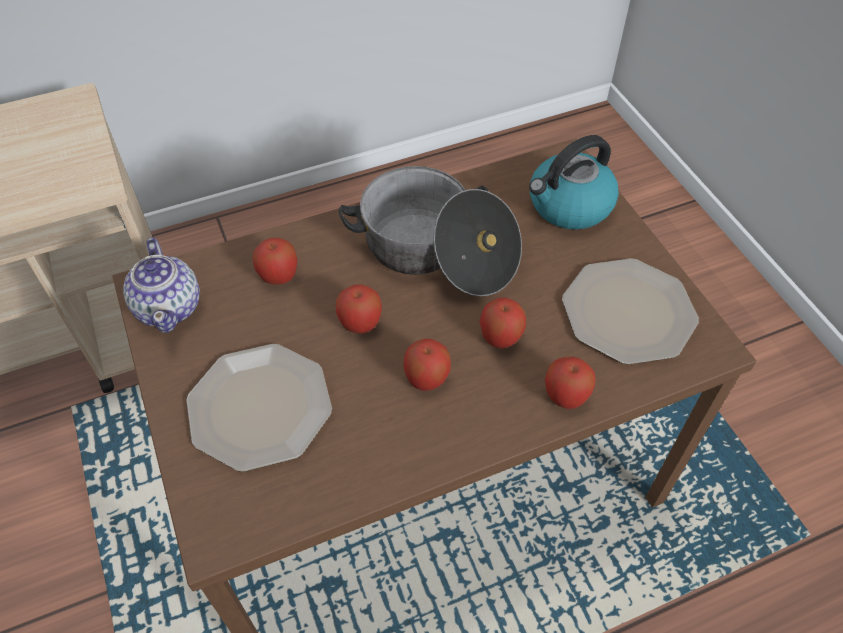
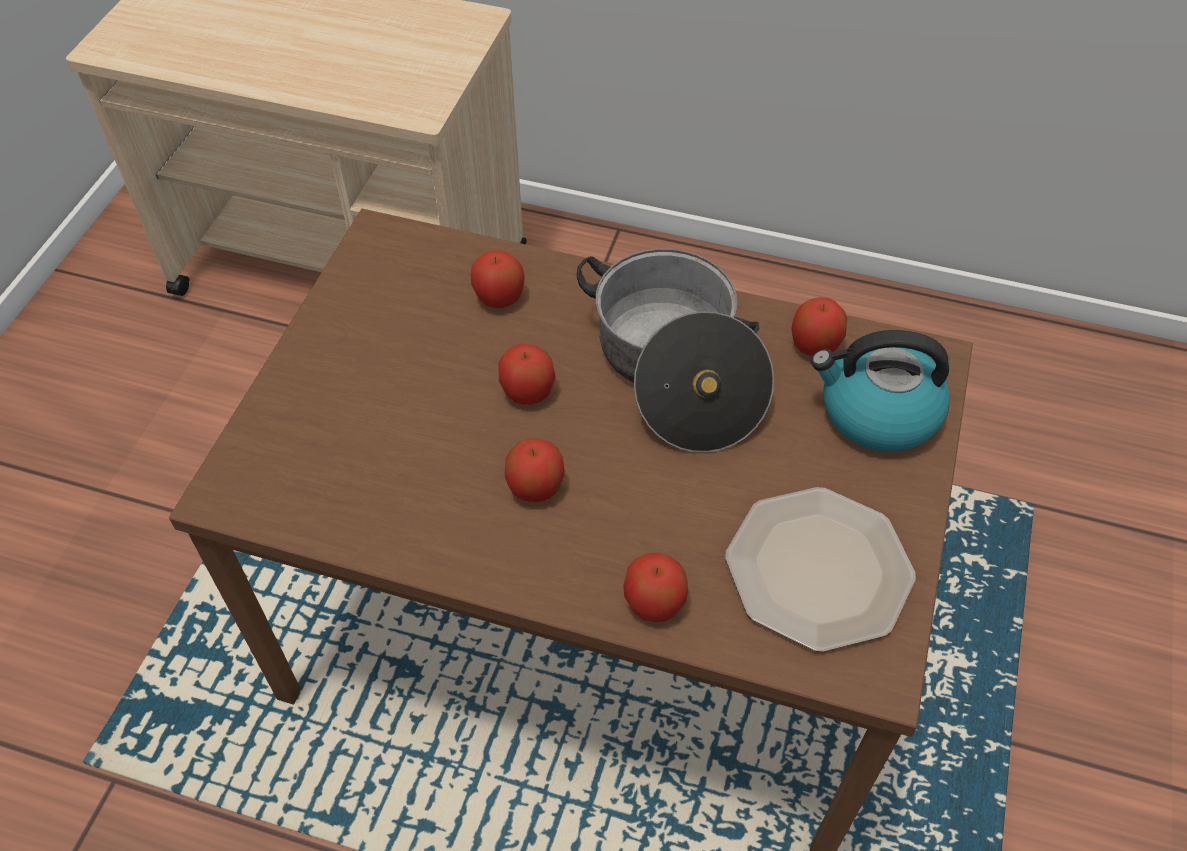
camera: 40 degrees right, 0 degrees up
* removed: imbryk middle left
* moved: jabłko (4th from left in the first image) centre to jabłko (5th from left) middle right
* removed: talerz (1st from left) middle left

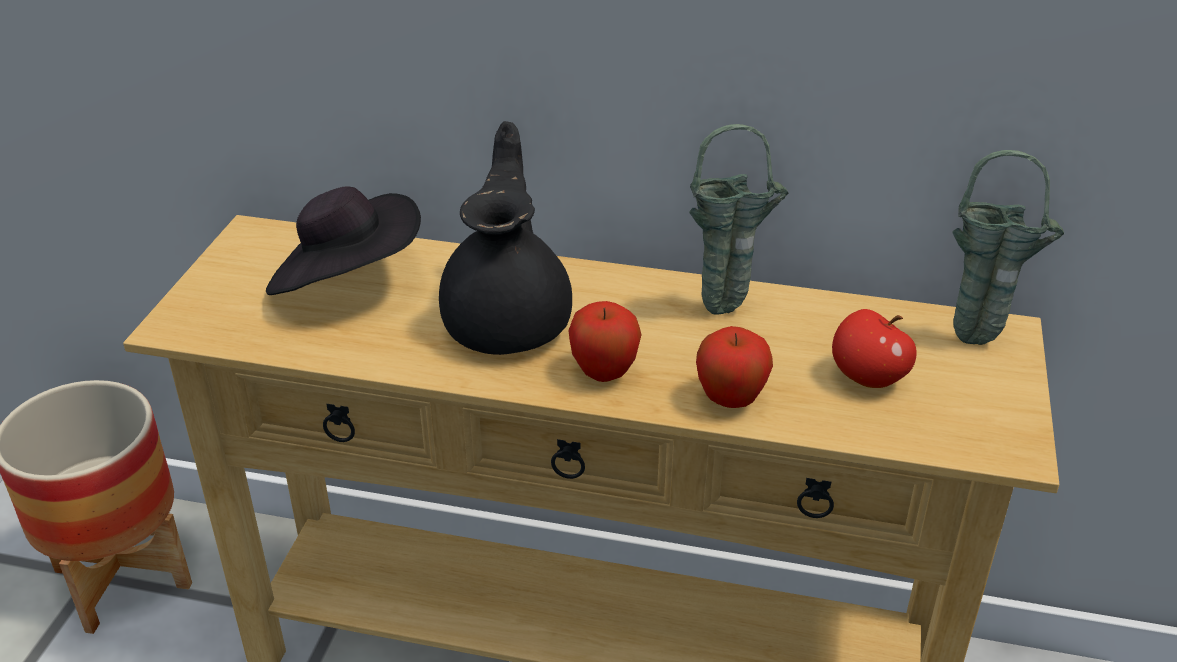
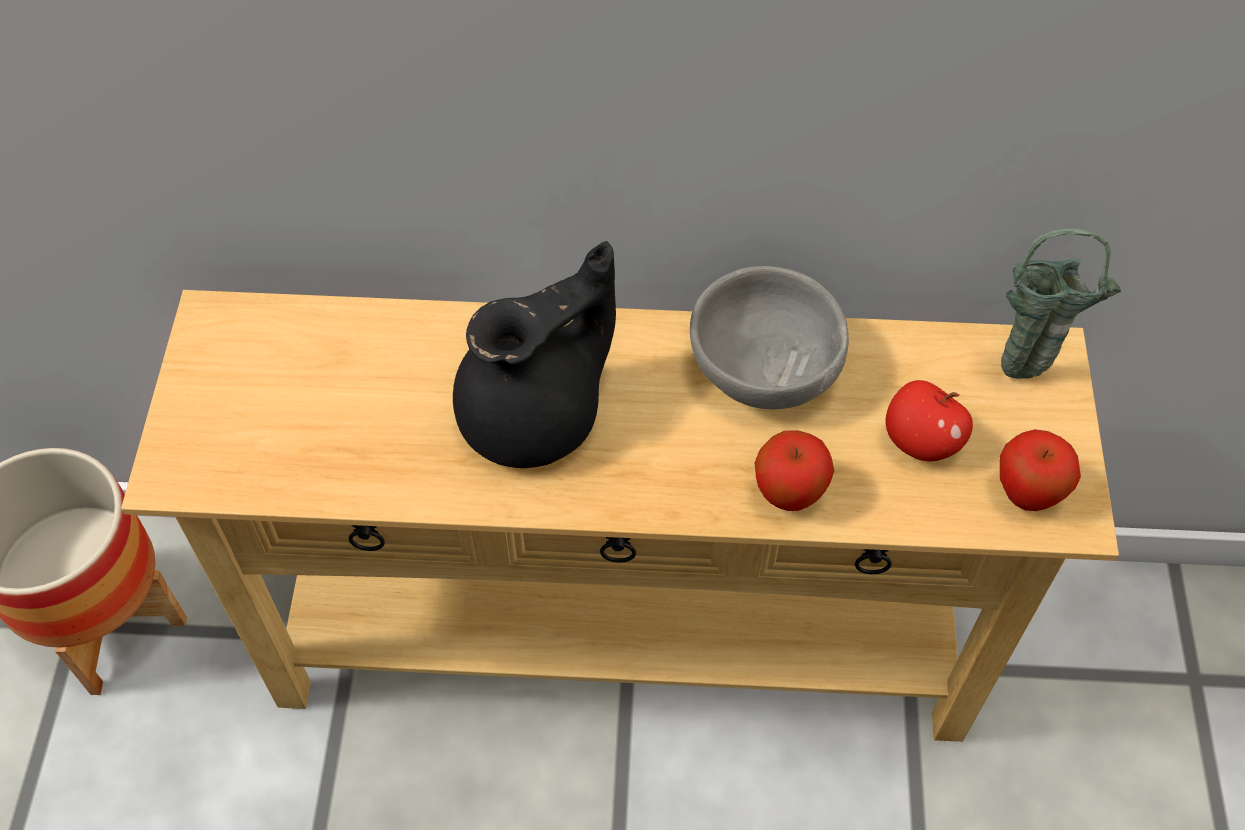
camera: 10 degrees left, 20 degrees up
* turned: imbryk [czarny] centre = centre 60 degrees clockwise
* replaced: wazon [zielony] (1st from left) top centre to miska [szary] centre
* removed: kapelusz [czarny] middle left
* moved: jabłko (1st from left in the first image) centre to jabłko (3rd from left) middle right

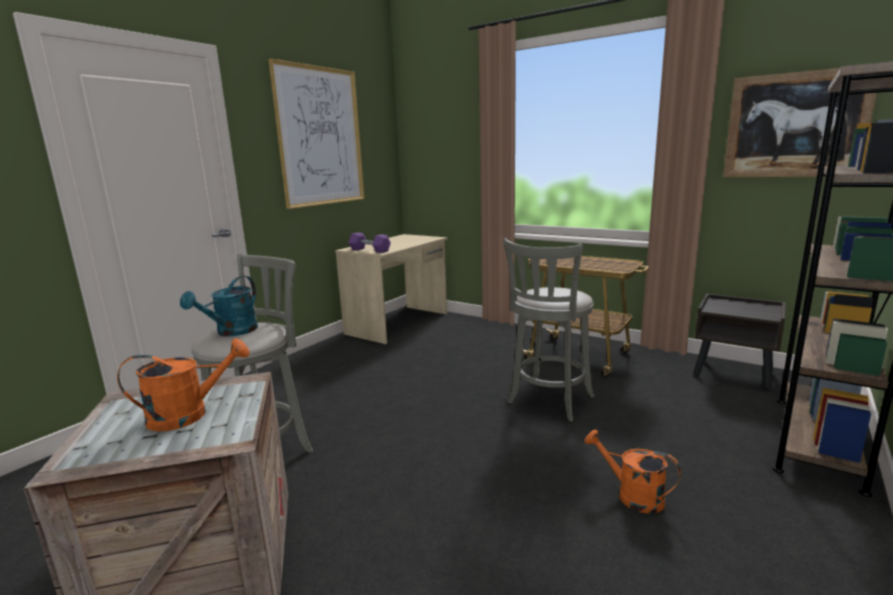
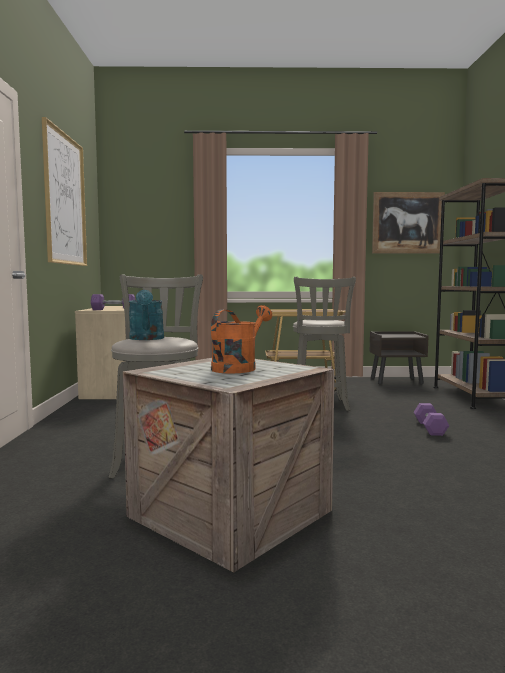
camera: 35 degrees left, 10 degrees down
* replaced: konewka [pomarańczowy] (2nd from left) bottom right to hantel [fioletowy] (2nd from left) middle right

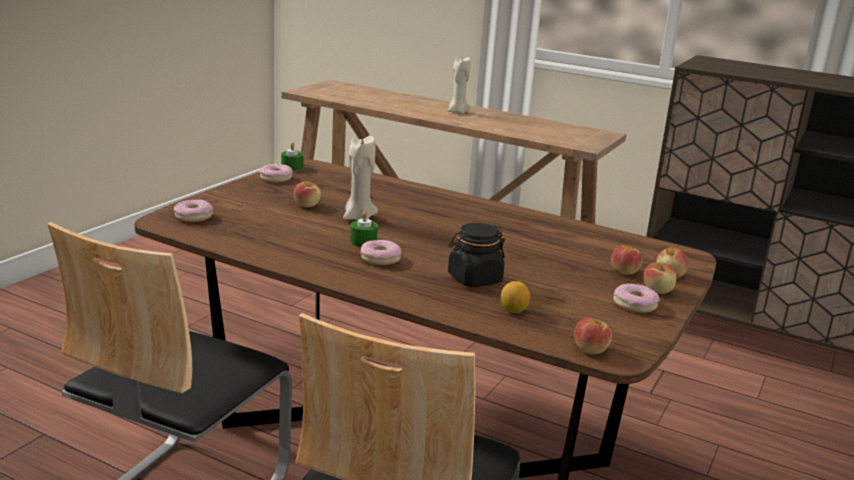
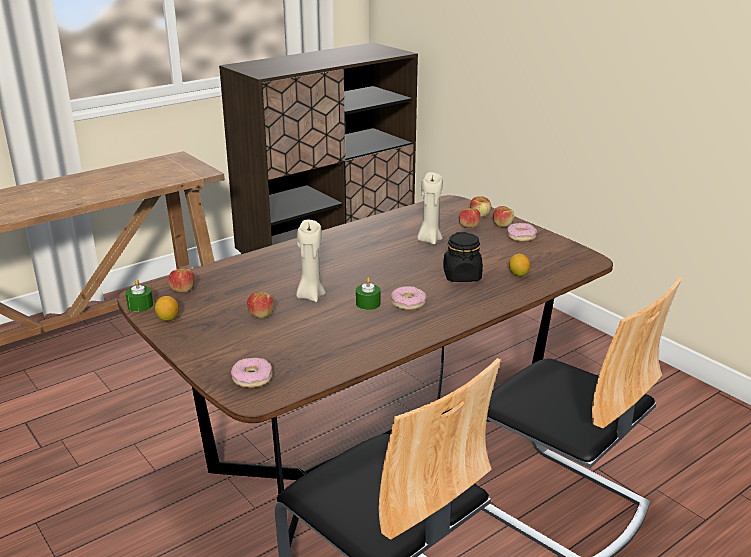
camera: 65 degrees left, 5 degrees up
* moved: świeca [beżowy] (2nd from left) top centre to centre
* replaced: donut (2nd from left) middle left to cytryna (1st from left) middle left
* moved: jabłko (2nd from left in the first image) bottom right to jabłko (1st from left) middle left

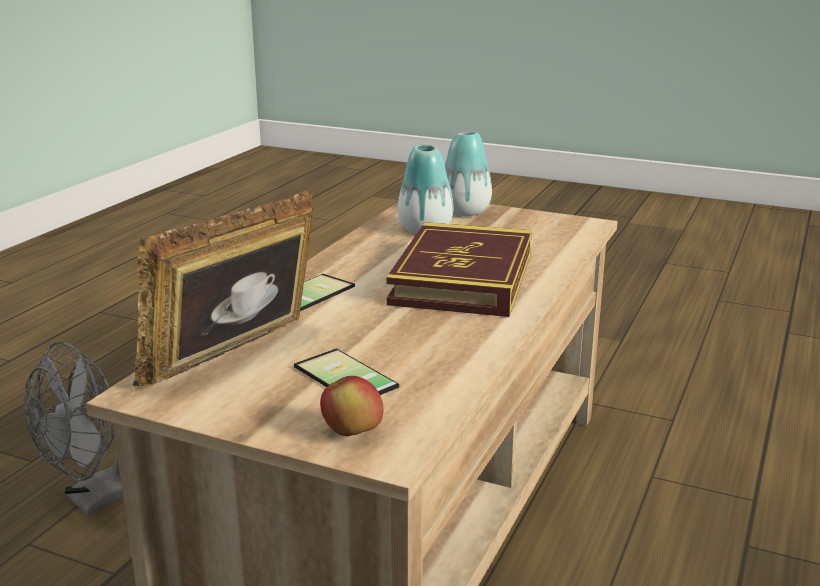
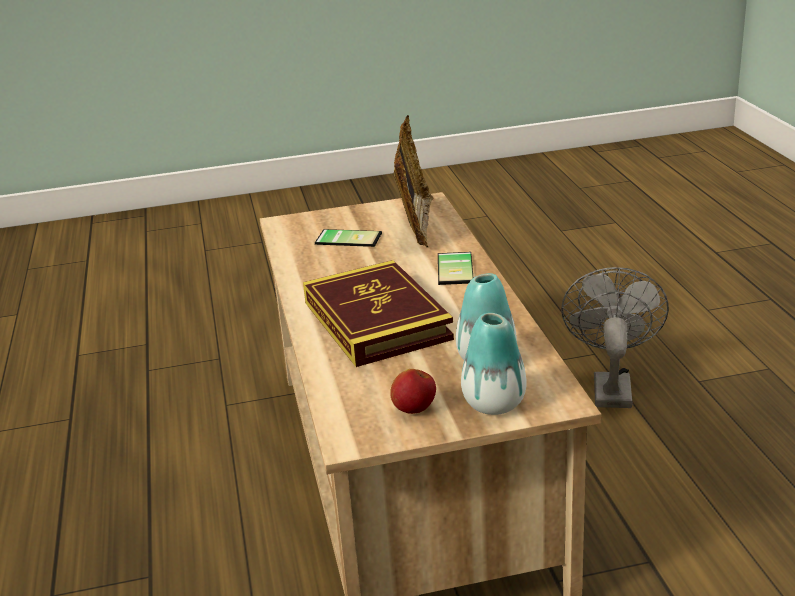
camera: 145 degrees right, 5 degrees up
* moved: jabłko bottom centre to centre

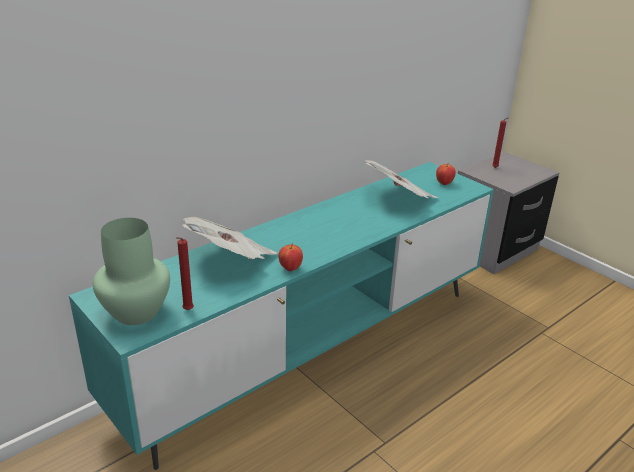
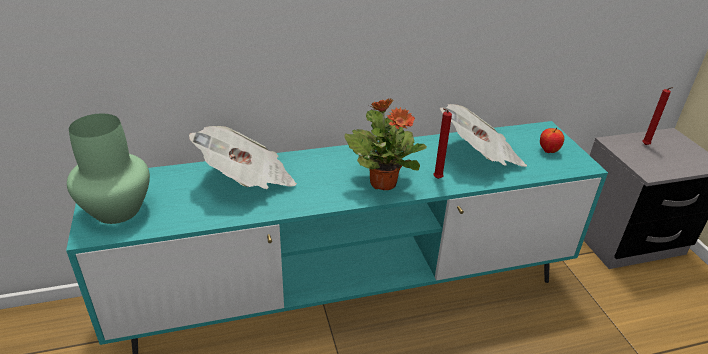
camera: 25 degrees right, 5 degrees up
* moved: świeca [czerwony] (1st from left) middle left to centre
* removed: jabłko (1st from left) centre
* added: roślina doniczkowa centre

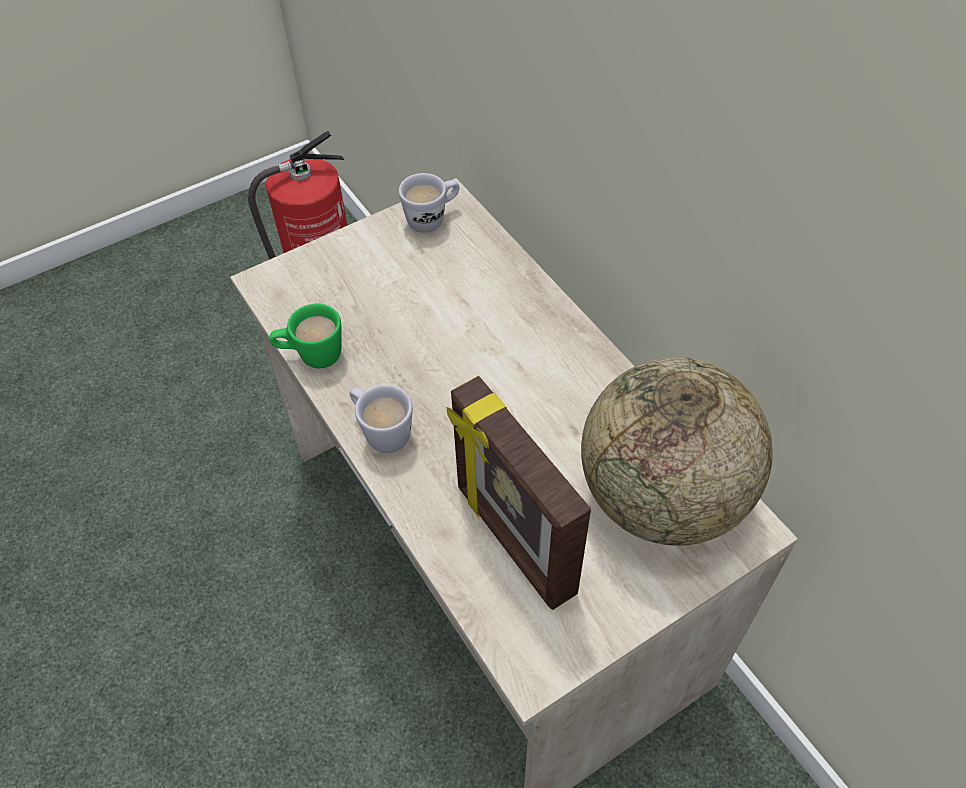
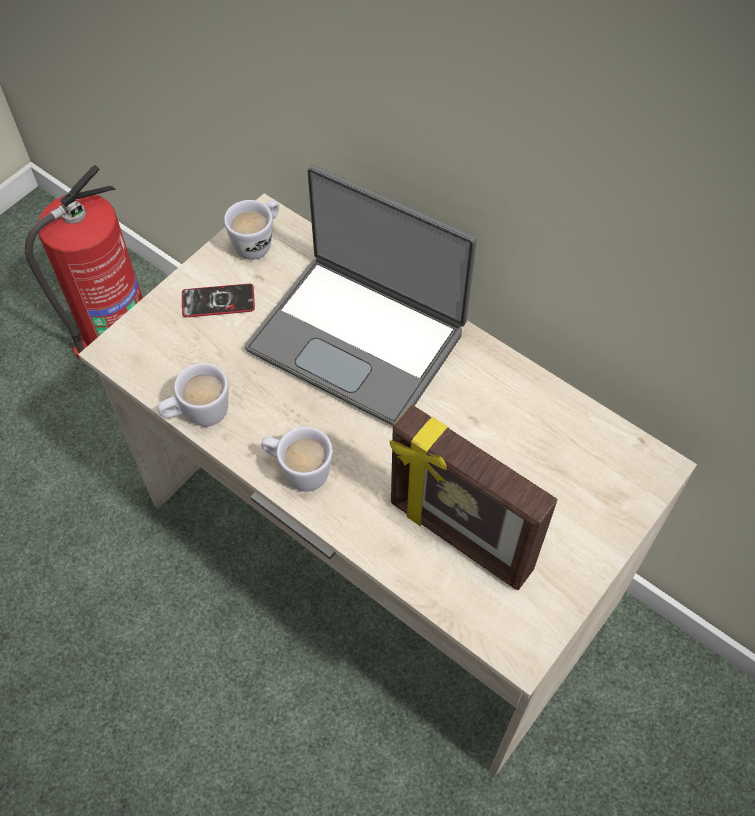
camera: 20 degrees left, 5 degrees up
* recoloured: kubek [zielony] middle left to kubek [biały] (1st from left) middle left
* removed: globus middle right
* added: laptop centre
* added: telefon middle left

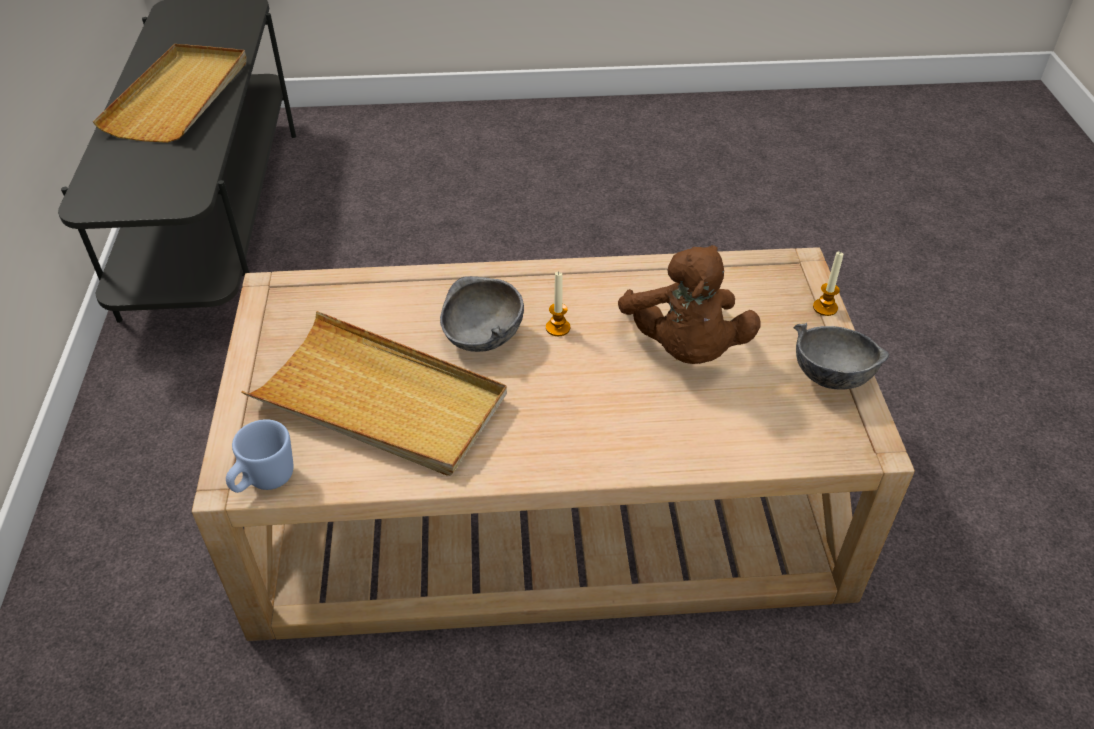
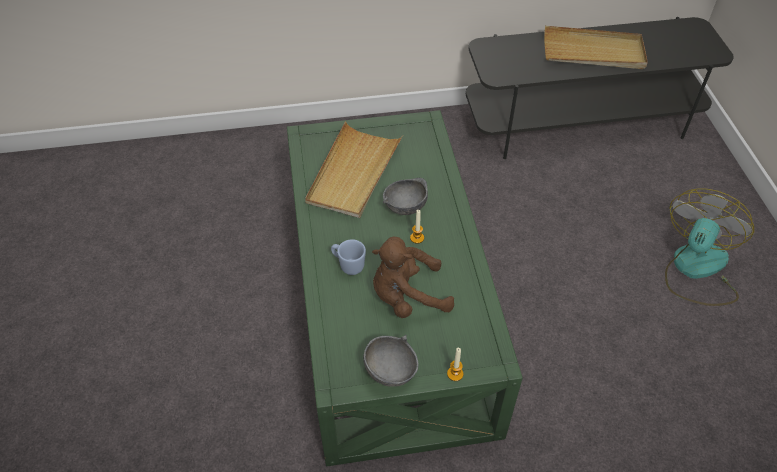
camera: 85 degrees right, 5 degrees up
* recoloured: ława [beżowy] centre to ława [zielony] centre
* moved: kubek [niebieski] middle left to centre
* added: wentylator middle right

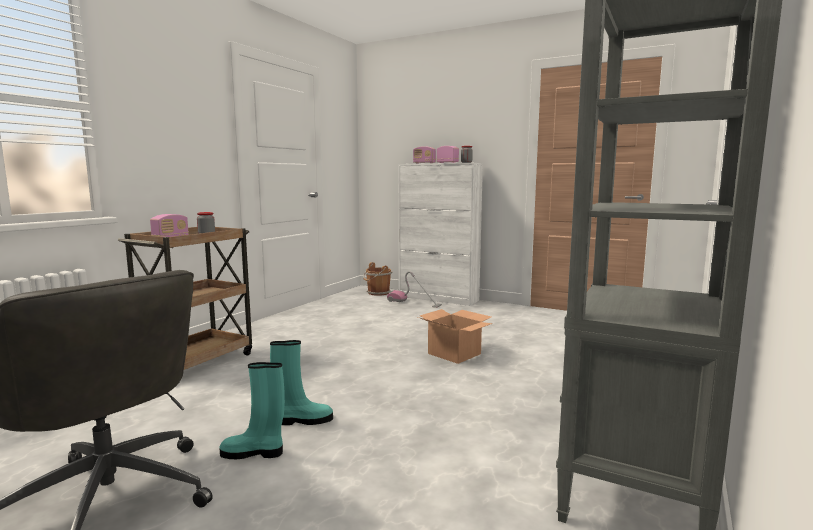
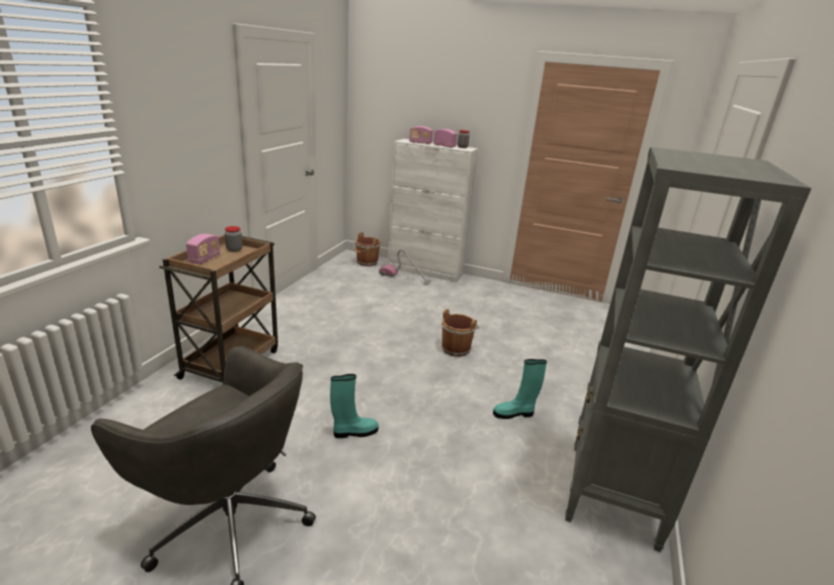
camera: 10 degrees left, 15 degrees up
* replaced: karton centre to wiadro [brązowy] (2nd from left) centre
* moved: but z cholewką [turkusowy] (1st from left in the first image) bottom left to but z cholewką [turkusowy] (2nd from left) centre

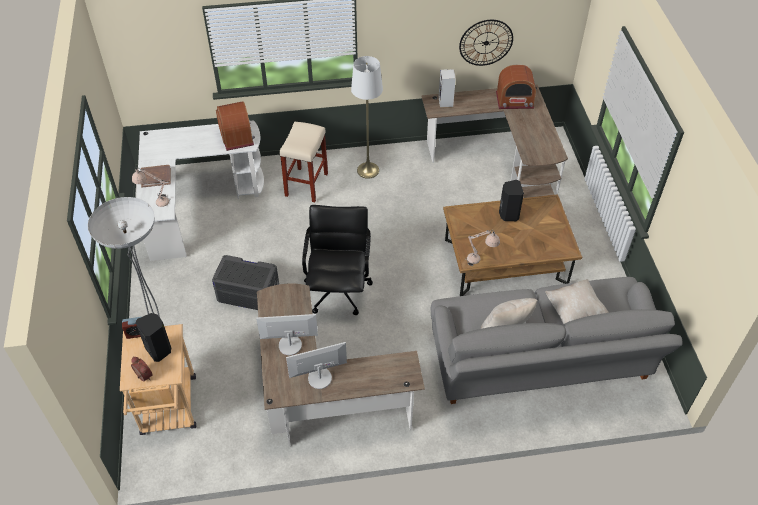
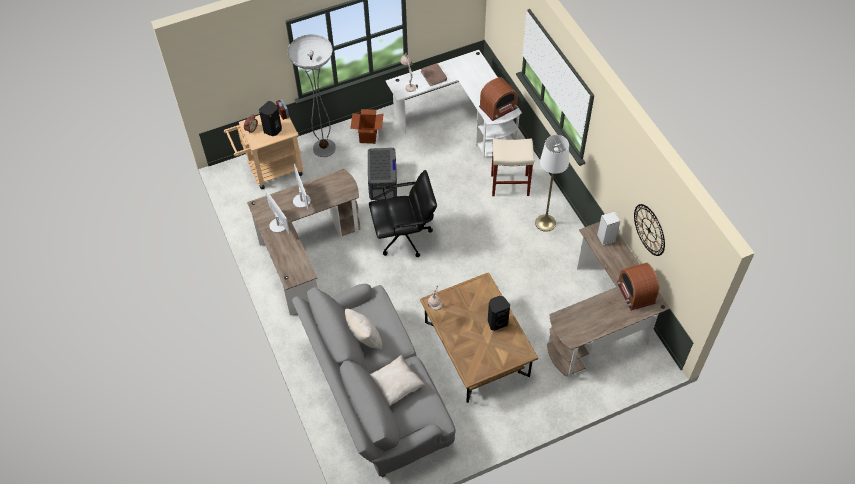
camera: 75 degrees right, 5 degrees up
* added: karton top centre

